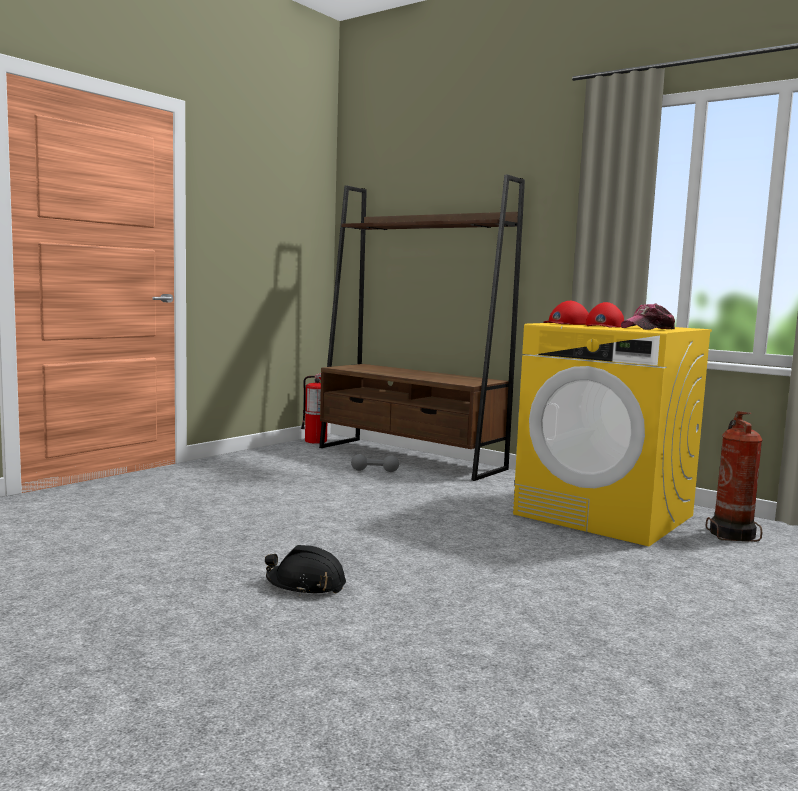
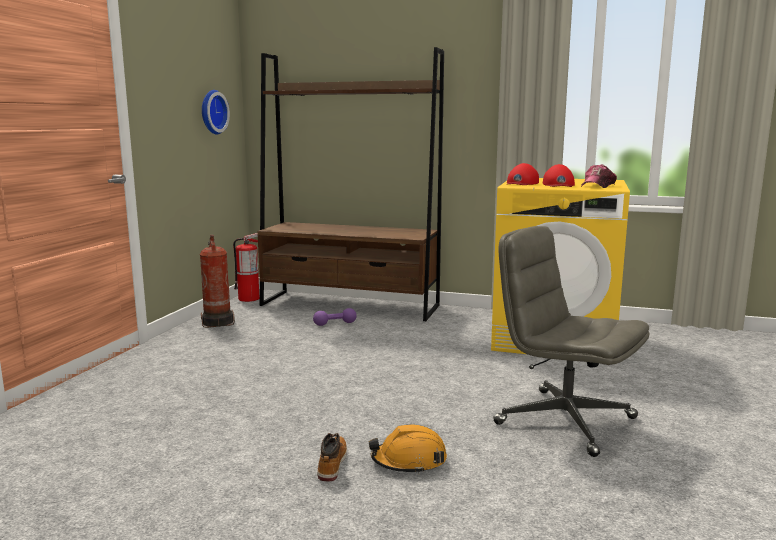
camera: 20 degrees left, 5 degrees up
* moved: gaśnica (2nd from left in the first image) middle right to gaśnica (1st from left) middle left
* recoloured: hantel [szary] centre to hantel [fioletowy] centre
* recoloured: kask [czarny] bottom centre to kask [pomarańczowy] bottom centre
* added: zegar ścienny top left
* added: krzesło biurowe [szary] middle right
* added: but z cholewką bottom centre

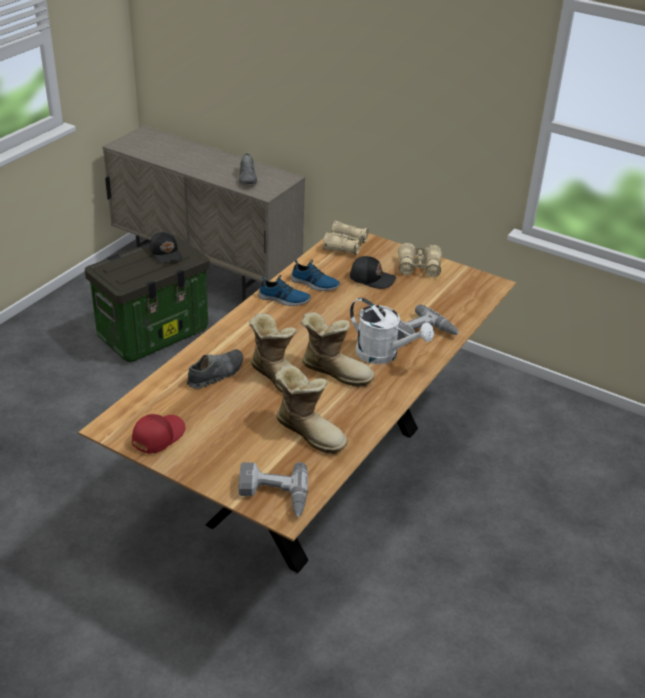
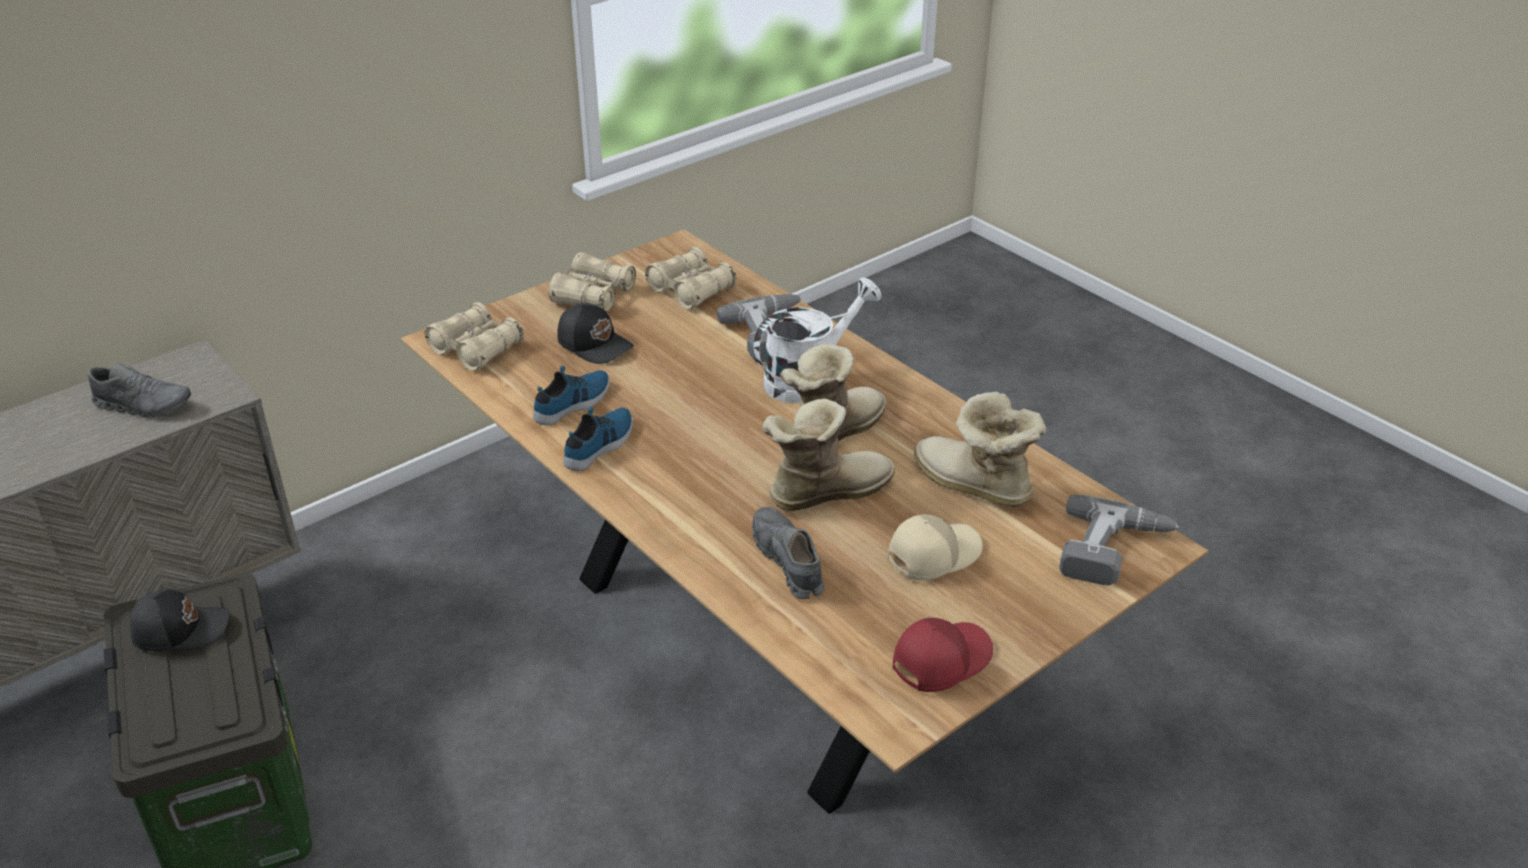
camera: 70 degrees left, 0 degrees up
* turned: czapka z daszkiem [czarny] (2nd from left) centre = centre 90 degrees clockwise
* turned: but z cholewką (2nd from left in the first image) centre = centre 105 degrees counterclockwise
* turned: czapka z daszkiem [czerwony] middle left = bottom centre 90 degrees clockwise
* added: lornetka [beżowy] (3rd from left) top centre
* added: czapka z daszkiem [beżowy] centre

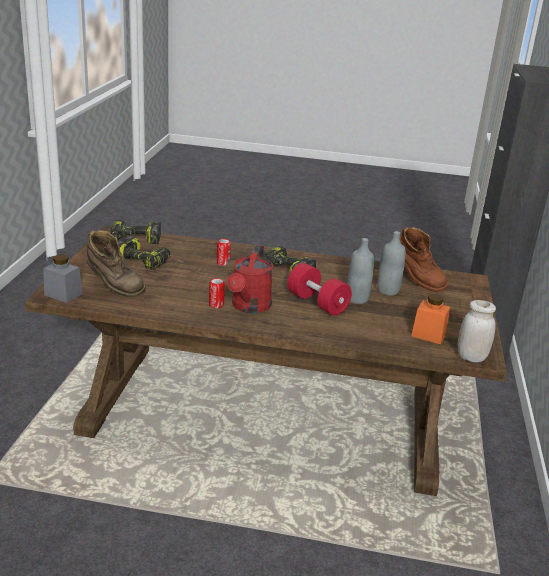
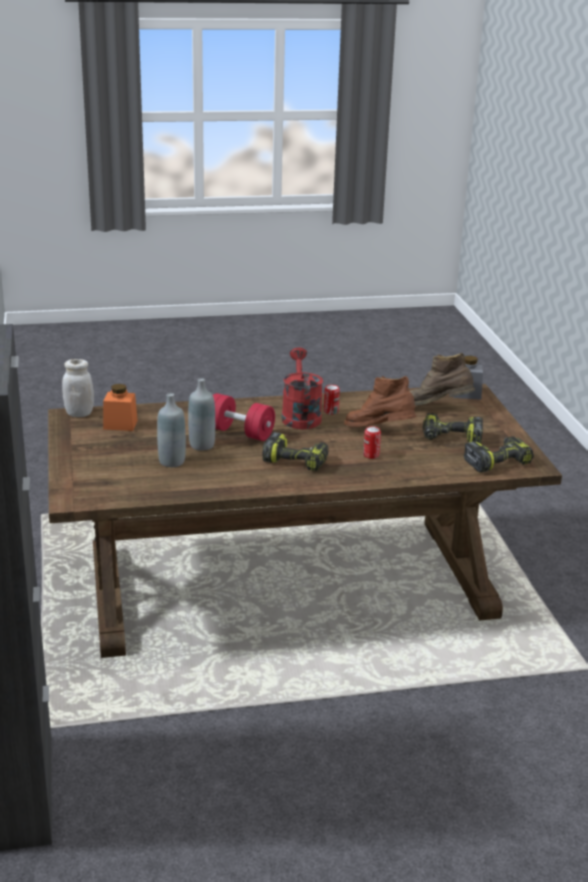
camera: 160 degrees right, 0 degrees up
* moved: but z cholewką [brązowy] (2nd from left in the first image) middle right to but z cholewką [brązowy] (1st from left) centre

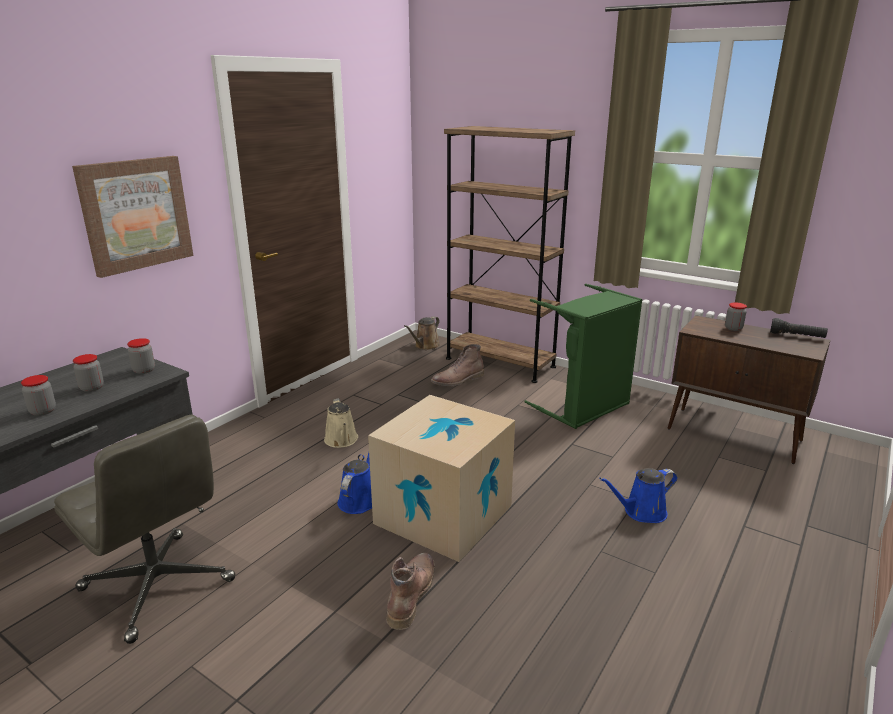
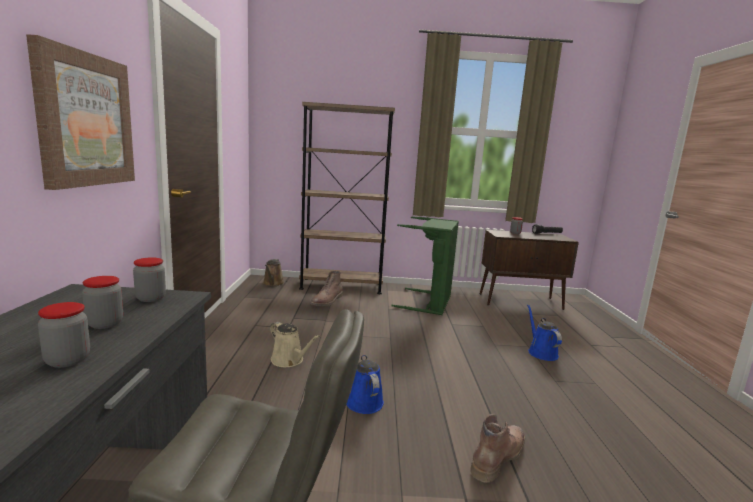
camera: 35 degrees left, 10 degrees down
* removed: karton bottom centre
* turned: konewka [niebieski] (2nd from left) bottom right = middle right 135 degrees clockwise
* turned: but z cholewką [brązowy] (1st from left in the first image) bottom centre = bottom centre 60 degrees clockwise

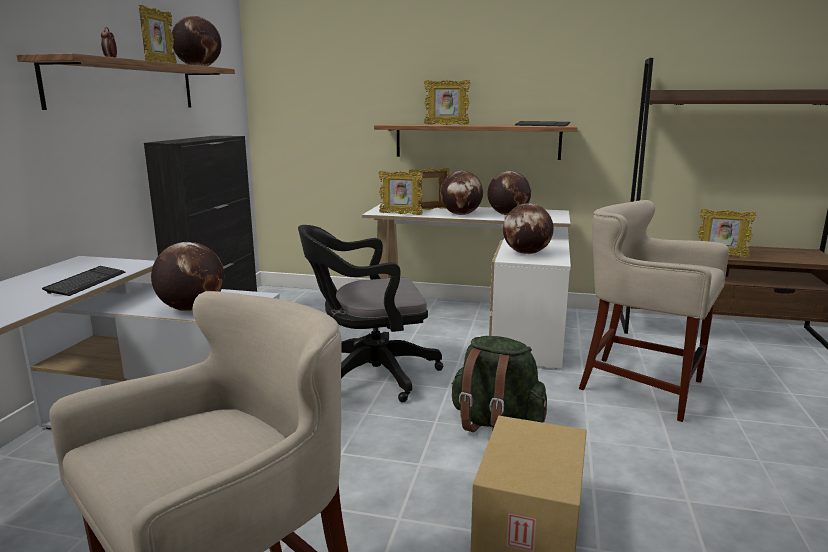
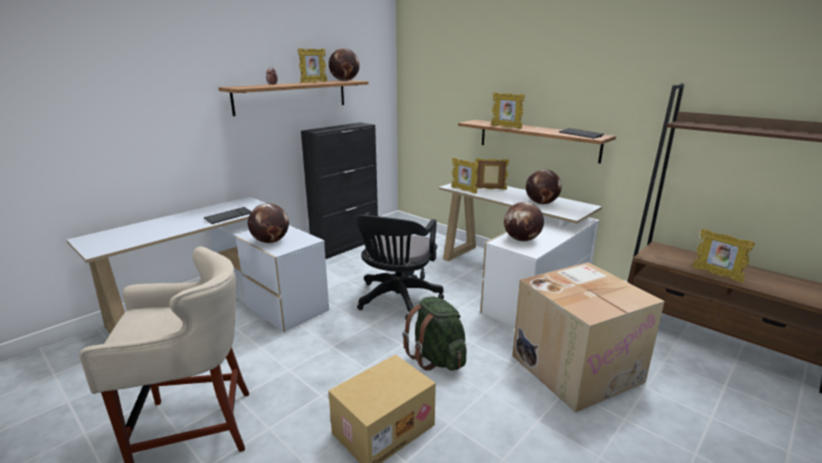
camera: 30 degrees right, 5 degrees up
* removed: globus (3rd from left) centre
* replaced: stołek [beżowy] (2nd from left) middle right to karton (2nd from left) bottom right
* turned: krzesło biurowe [czarny] centre = centre 90 degrees counterclockwise

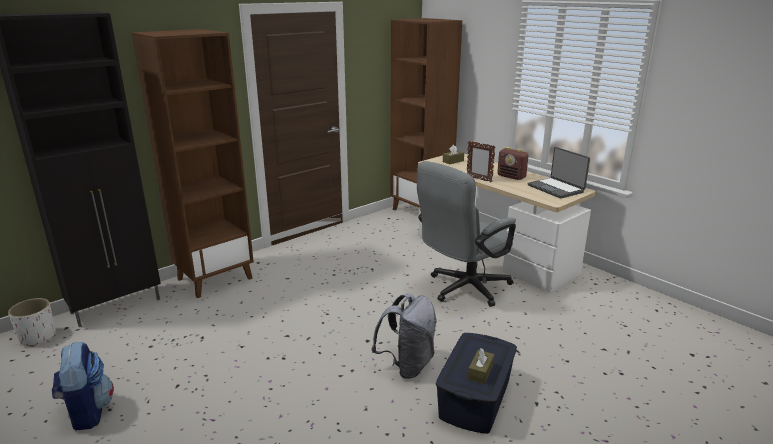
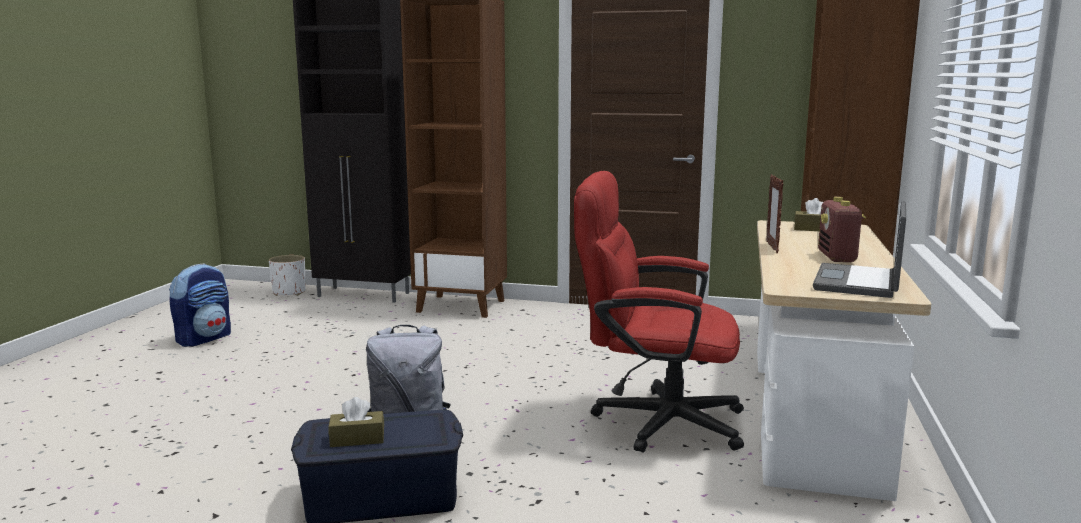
camera: 55 degrees right, 10 degrees down
* recoloured: krzesło biurowe [szary] centre to krzesło biurowe [czerwony] centre

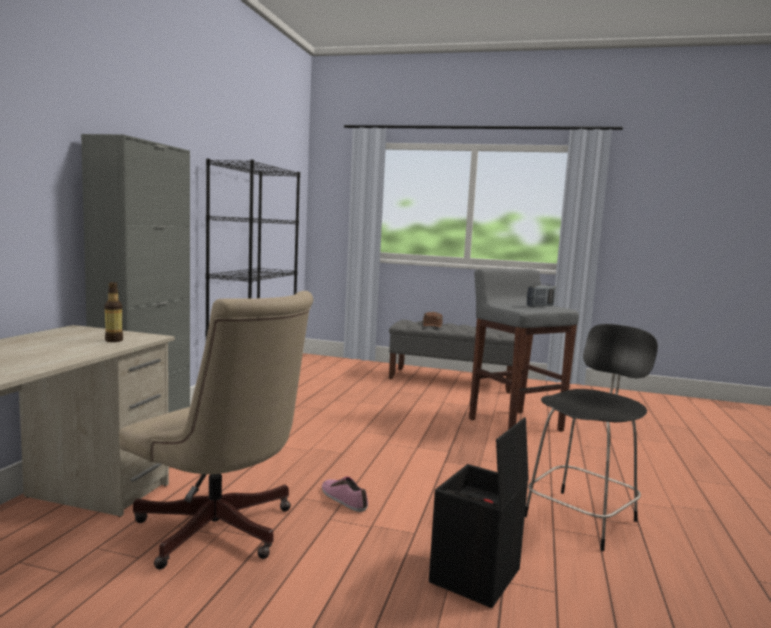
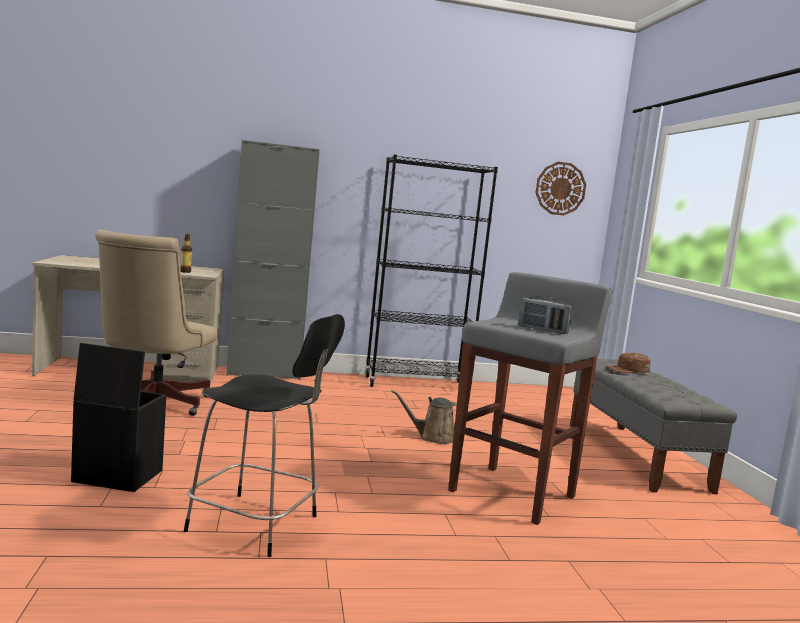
camera: 65 degrees right, 0 degrees up
* removed: but bottom centre
* added: zegar ścienny top right
* added: konewka [brązowy] bottom centre

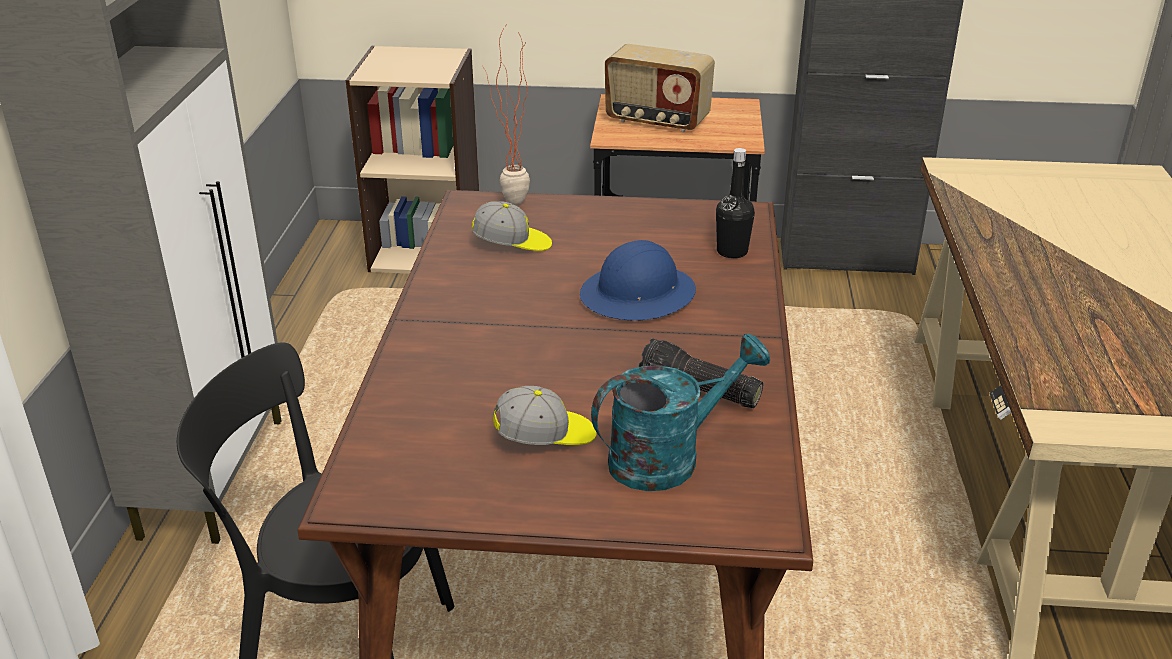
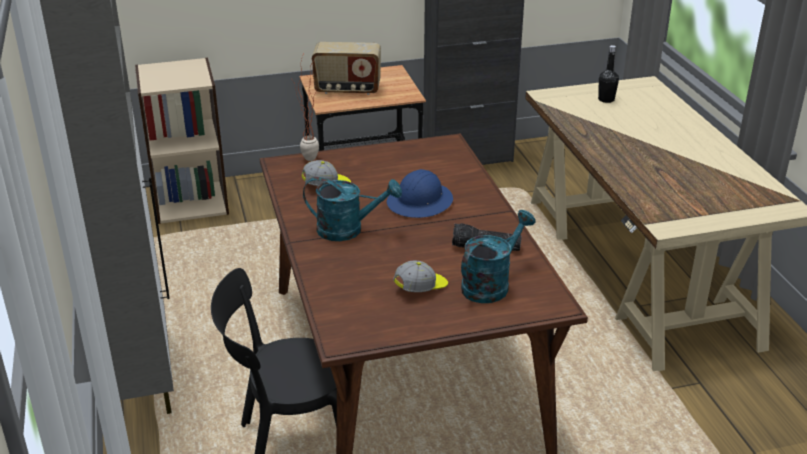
camera: 20 degrees left, 0 degrees up
* moved: butelka [czarny] top centre to top right
* added: konewka [turkusowy] (1st from left) centre

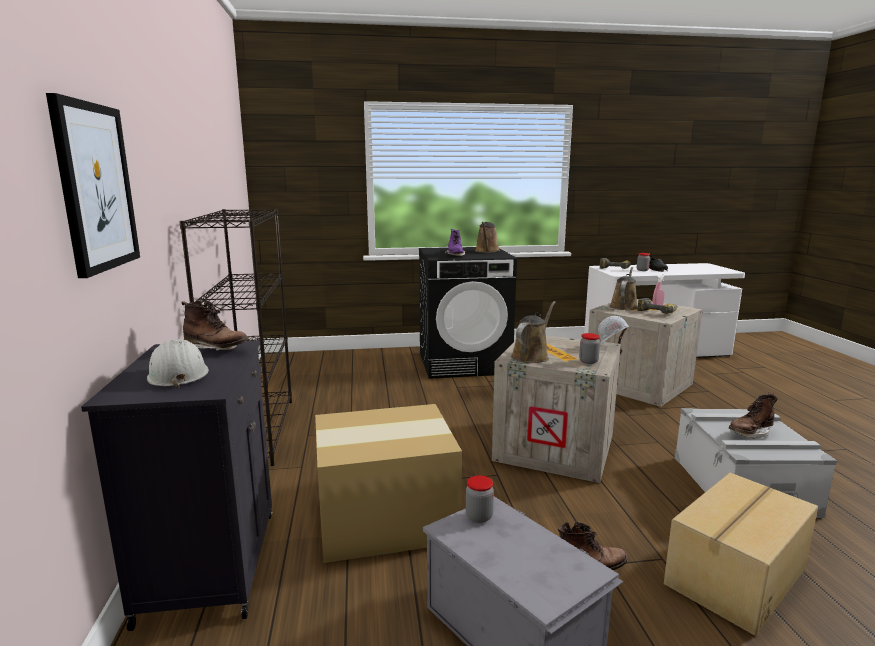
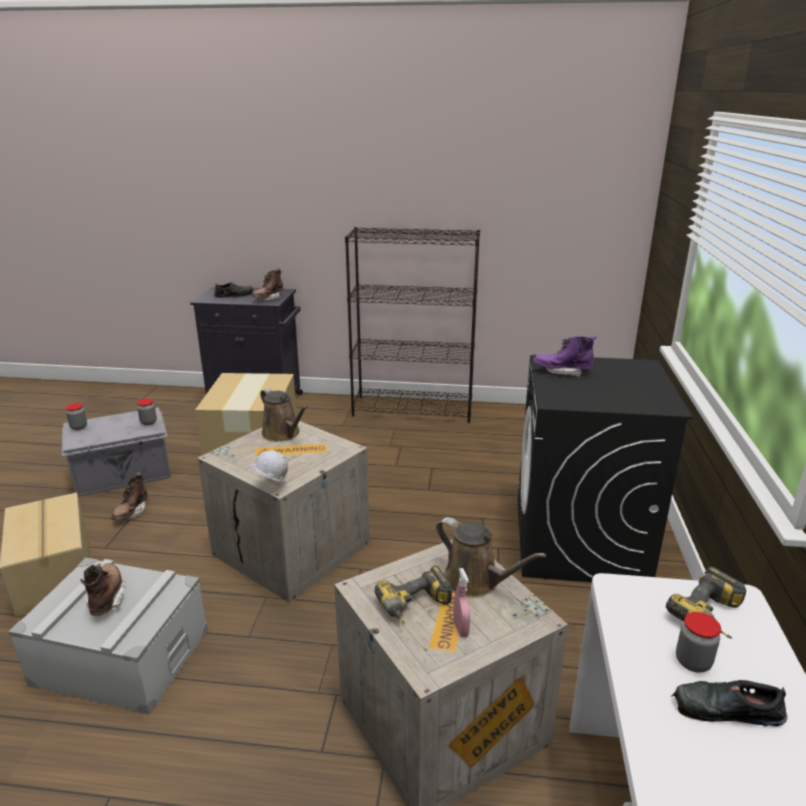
camera: 105 degrees right, 10 degrees up
* removed: obraz top left
* removed: konewka [brązowy] (1st from left) centre
* moved: słoik (2nd from left in the first image) middle right to słoik (1st from left) middle left
* replaced: kask [biały] (1st from left) middle left to but [czarny] (1st from left) middle left

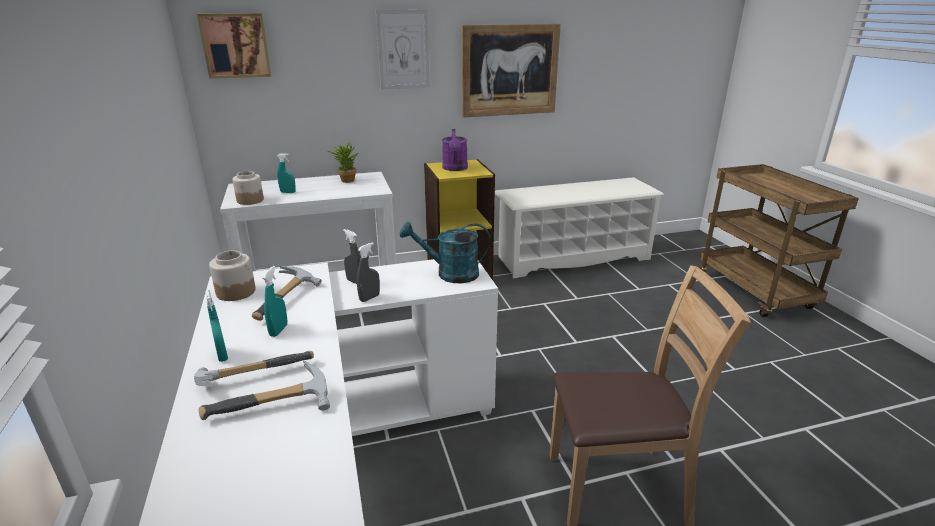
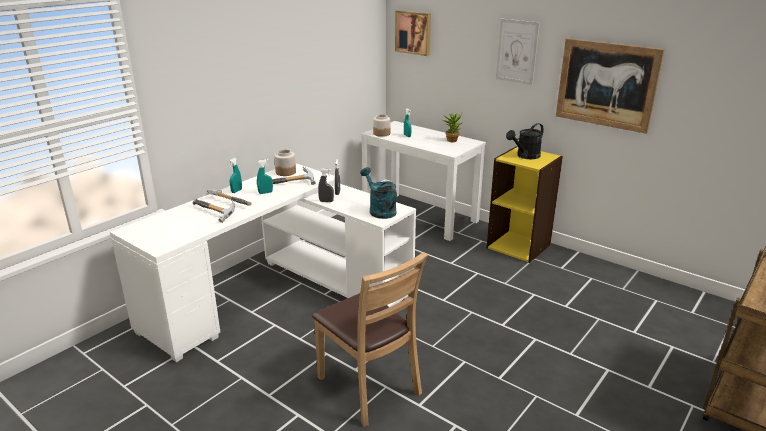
camera: 55 degrees right, 0 degrees up
* recoloured: konewka [fioletowy] top centre to konewka [czarny] top right
* removed: regał na buty [biały] centre

